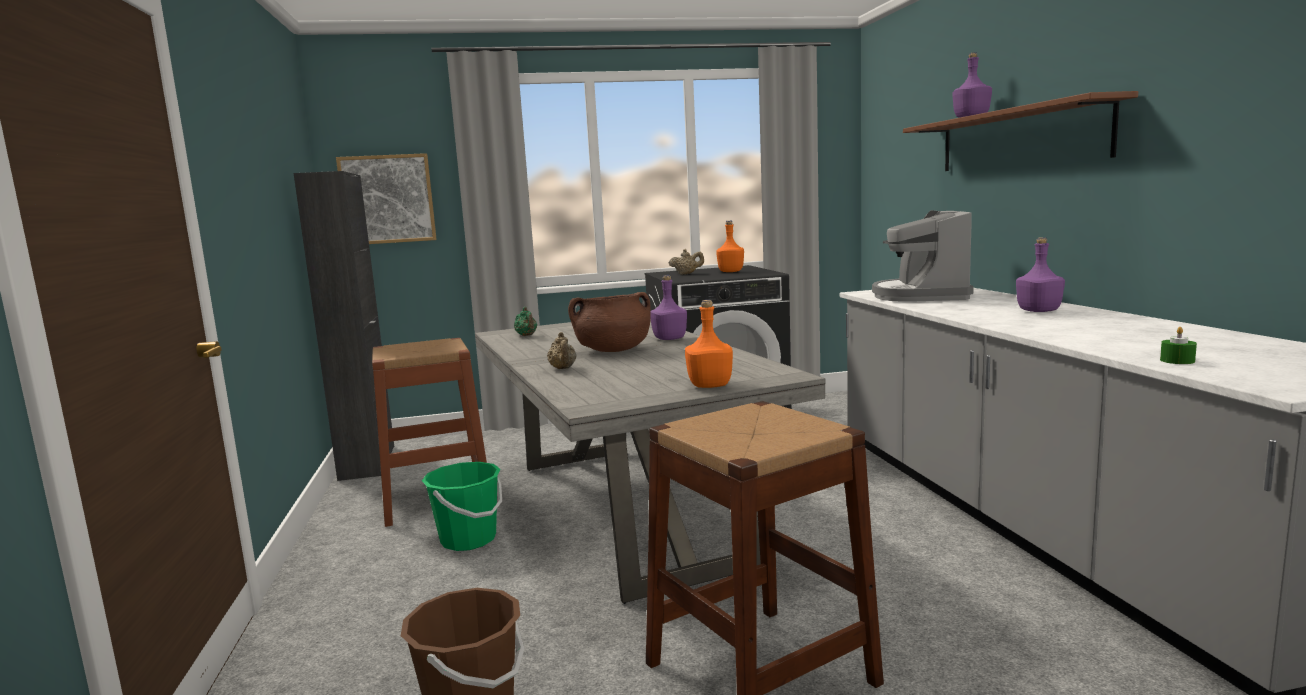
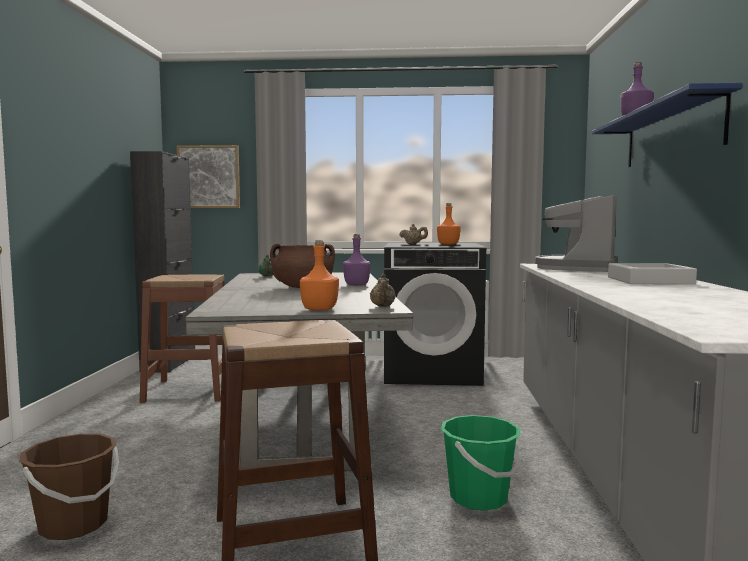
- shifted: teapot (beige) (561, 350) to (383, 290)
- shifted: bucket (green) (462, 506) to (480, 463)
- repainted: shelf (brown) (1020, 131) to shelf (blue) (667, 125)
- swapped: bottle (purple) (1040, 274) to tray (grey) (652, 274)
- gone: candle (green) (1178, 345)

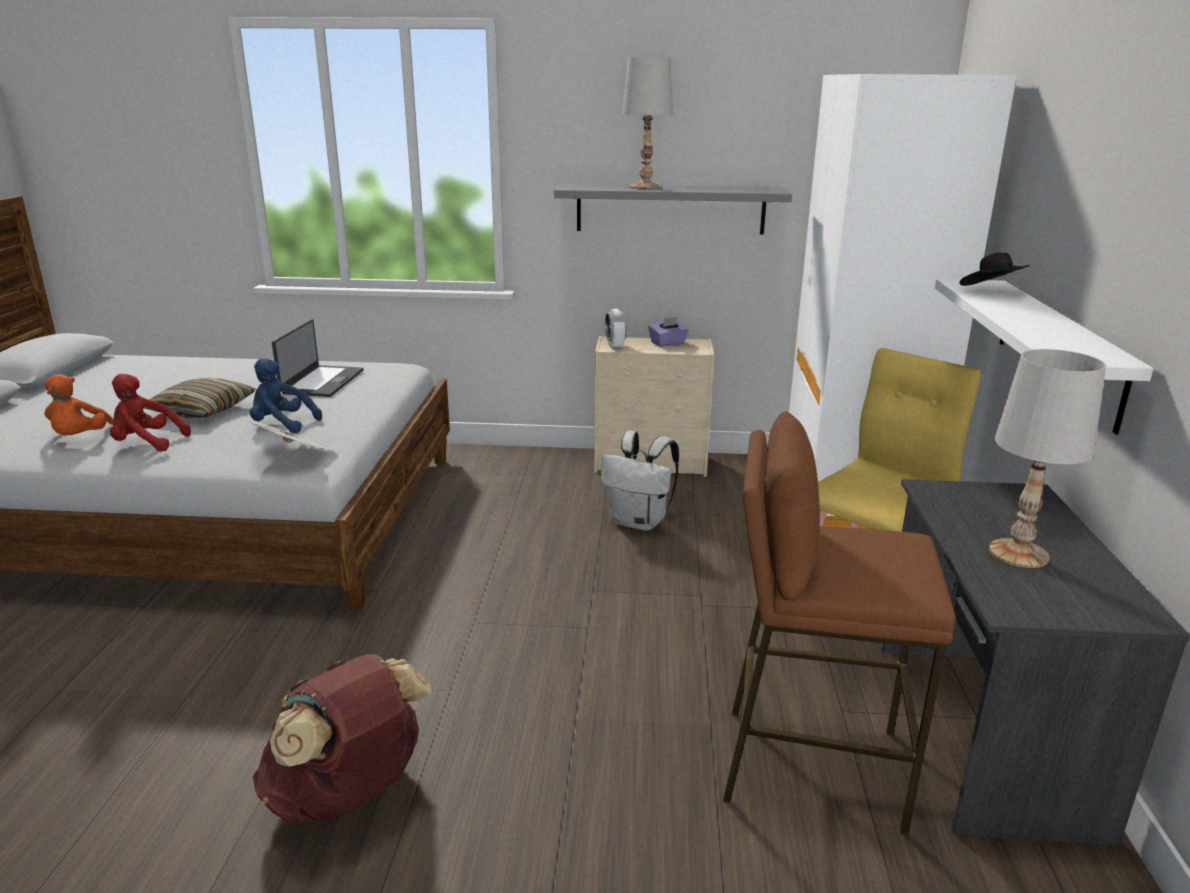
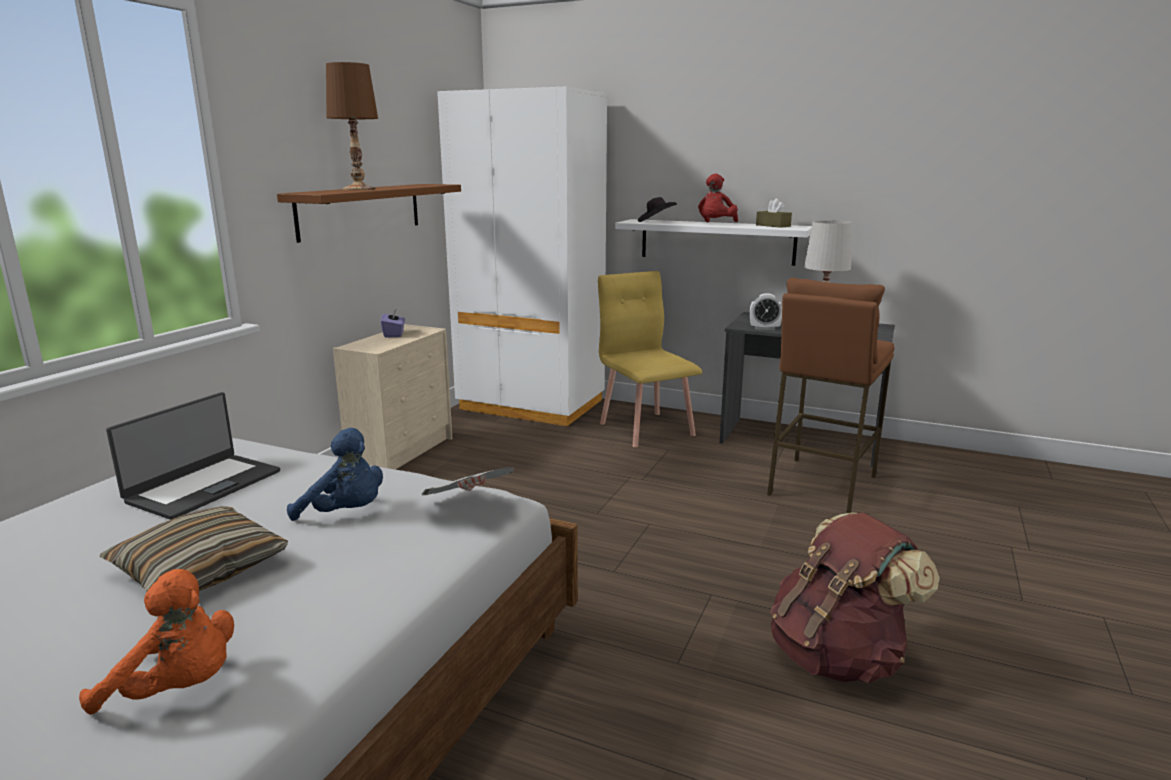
- rotated: laptop (318, 358) = (193, 456) 90 degrees clockwise
- repainted: shelf (grey) (673, 209) to shelf (brown) (369, 213)
- rotated: plush toy (blue) (286, 395) = (335, 474) 105 degrees counterclockwise
- repainted: table lamp (white) (647, 123) to table lamp (brown) (352, 126)
- shifted: plush toy (red) (150, 412) to (718, 197)
- shifted: alarm clock (616, 329) to (766, 311)
- new: tissue box (brown) (774, 213)
- gone: backpack (white) (640, 481)

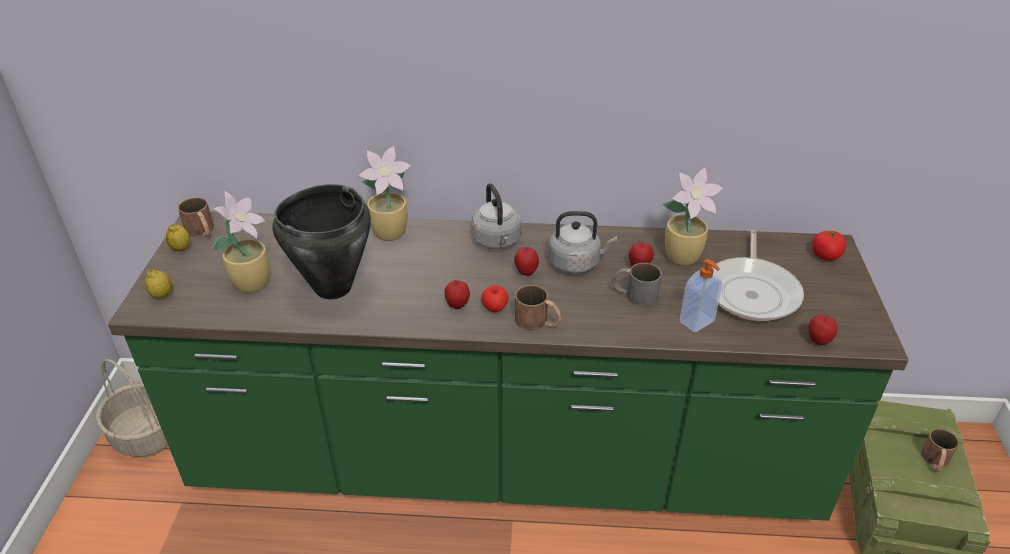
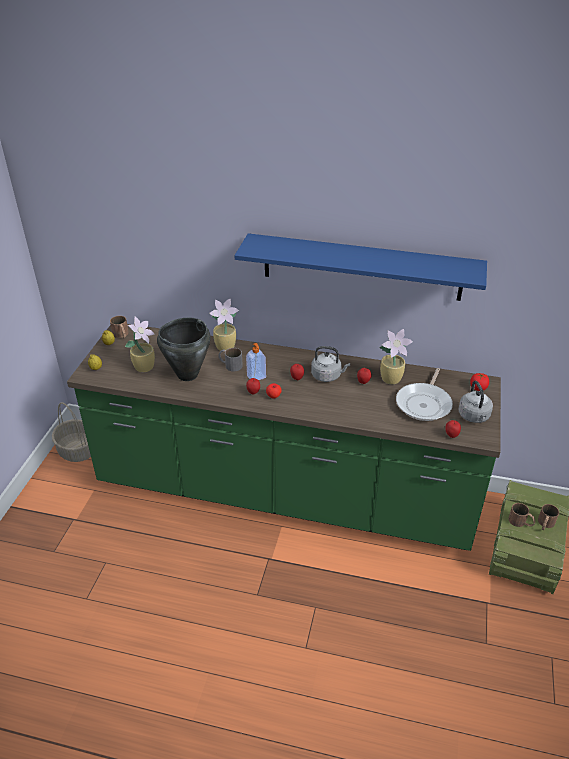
- shifted: mug (grey) (637, 285) to (231, 360)
- new: shelf (blue) (360, 267)
- shifted: soap dispenser (700, 296) to (256, 361)
- shifted: kettle (grey) (496, 216) to (475, 402)
- shifted: mug (brown) (538, 308) to (521, 515)

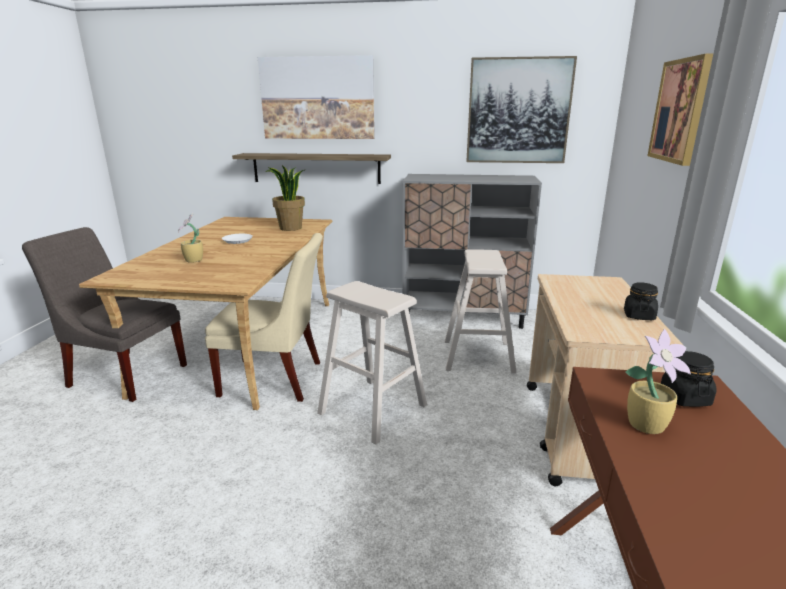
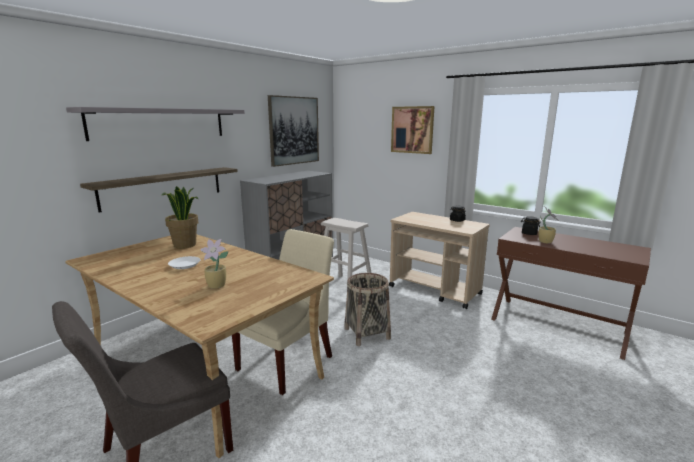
- swapped: picture (316, 97) to shelf (grey) (155, 124)
- swapped: stool (beige) (372, 362) to basket (367, 309)

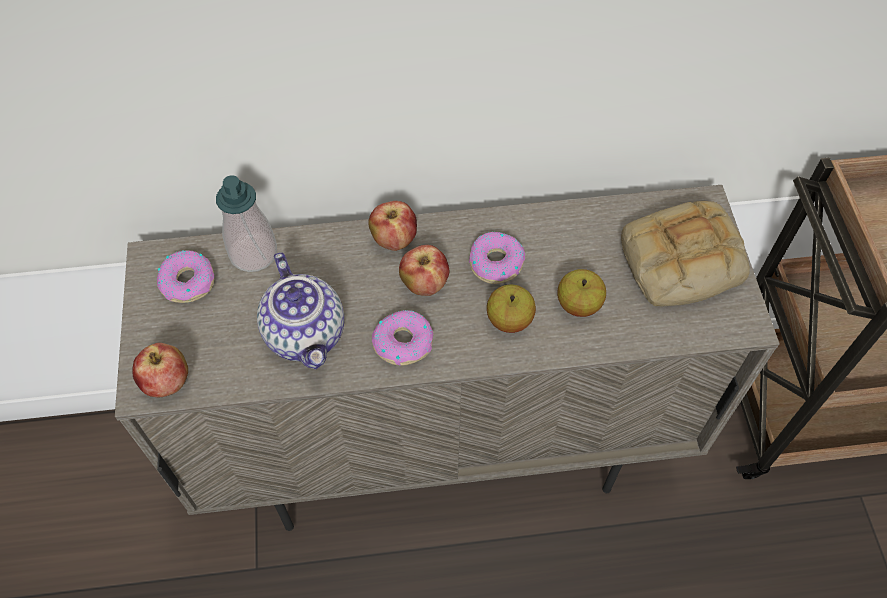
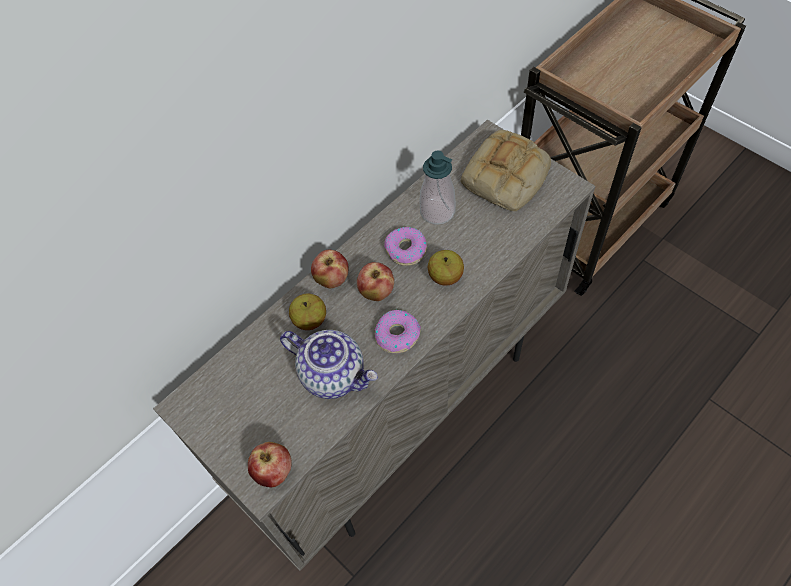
- shifted: apple (581, 293) to (307, 312)
- shifted: soap dispenser (246, 223) to (438, 188)
- gone: donut (185, 276)

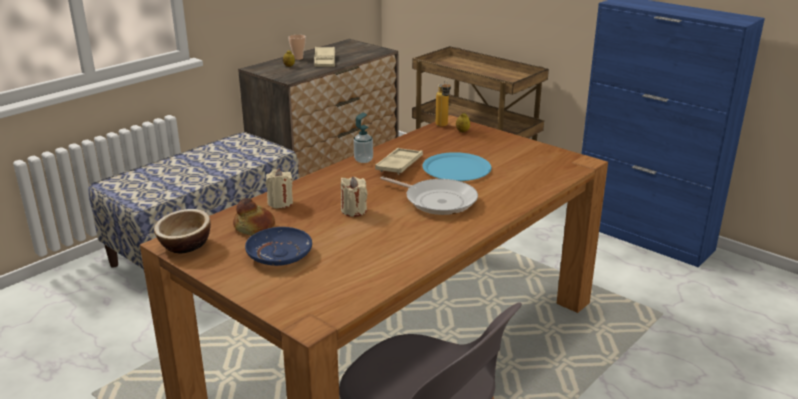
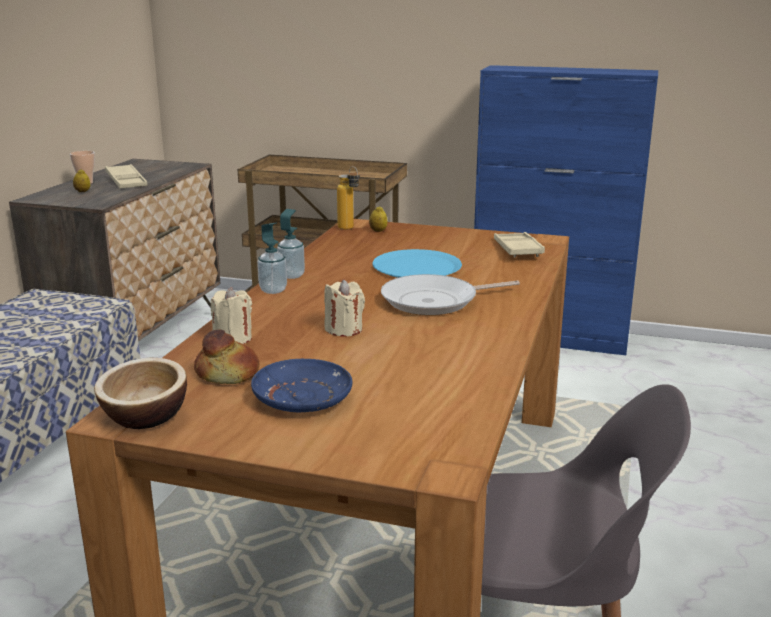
- new: soap dispenser (272, 258)
- rotated: frying pan (429, 195) = (450, 294) 150 degrees clockwise
- shifted: tray (beige) (399, 161) to (519, 245)

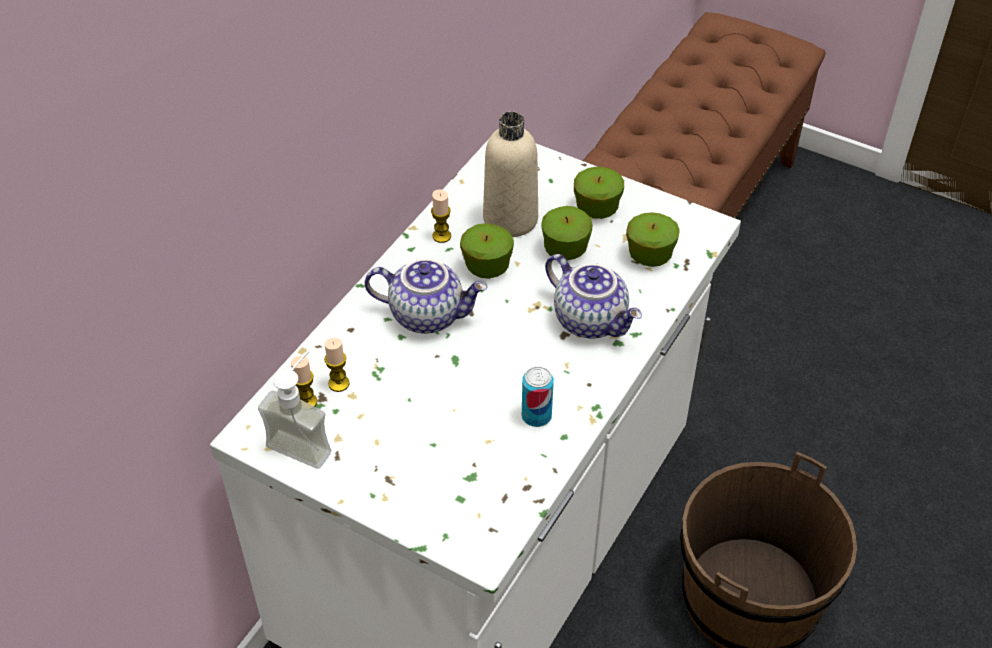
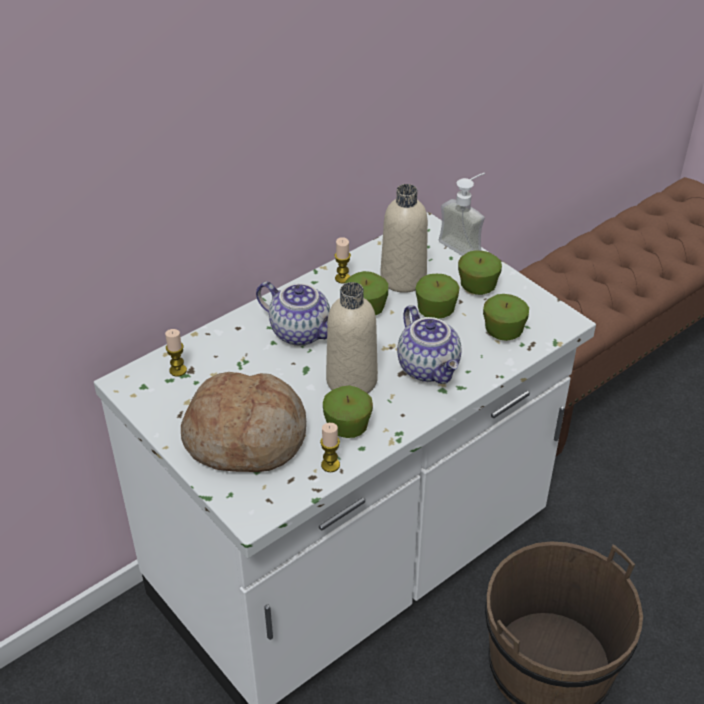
- new: bread (243, 422)
- shifted: candle (337, 365) to (330, 447)
- swapped: can (538, 396) to apple (348, 411)
- new: bottle (beige) (352, 338)
- shifted: soap dispenser (294, 409) to (462, 214)

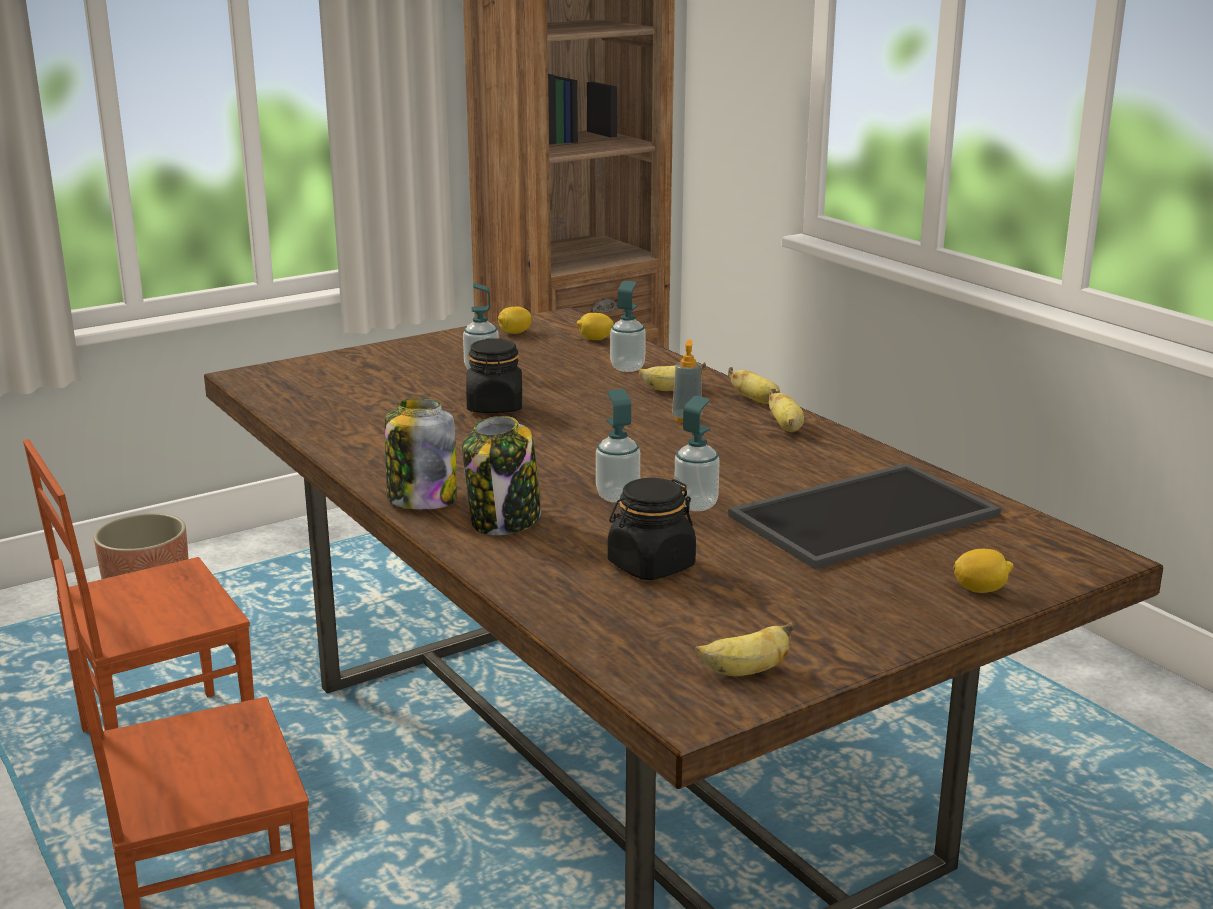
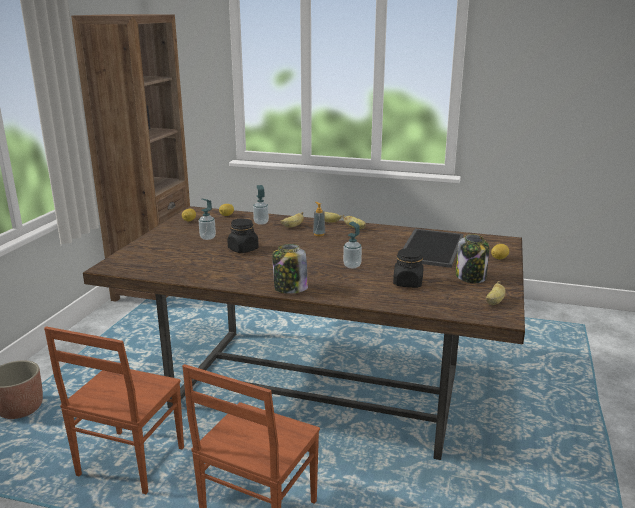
- shifted: jar (502, 475) to (472, 258)
- gone: soap dispenser (697, 453)

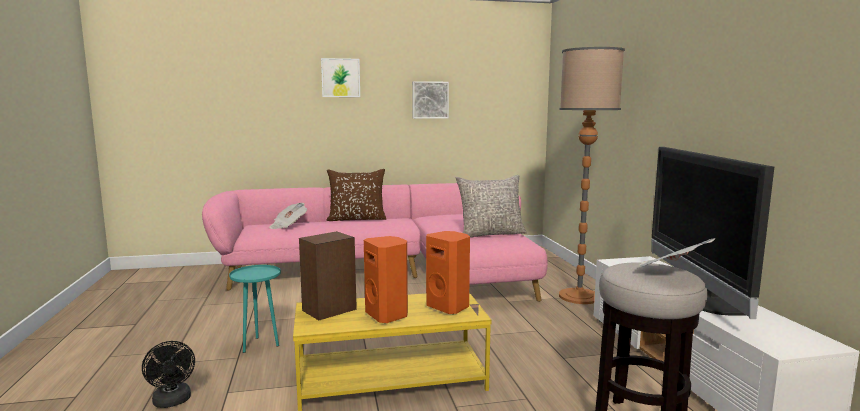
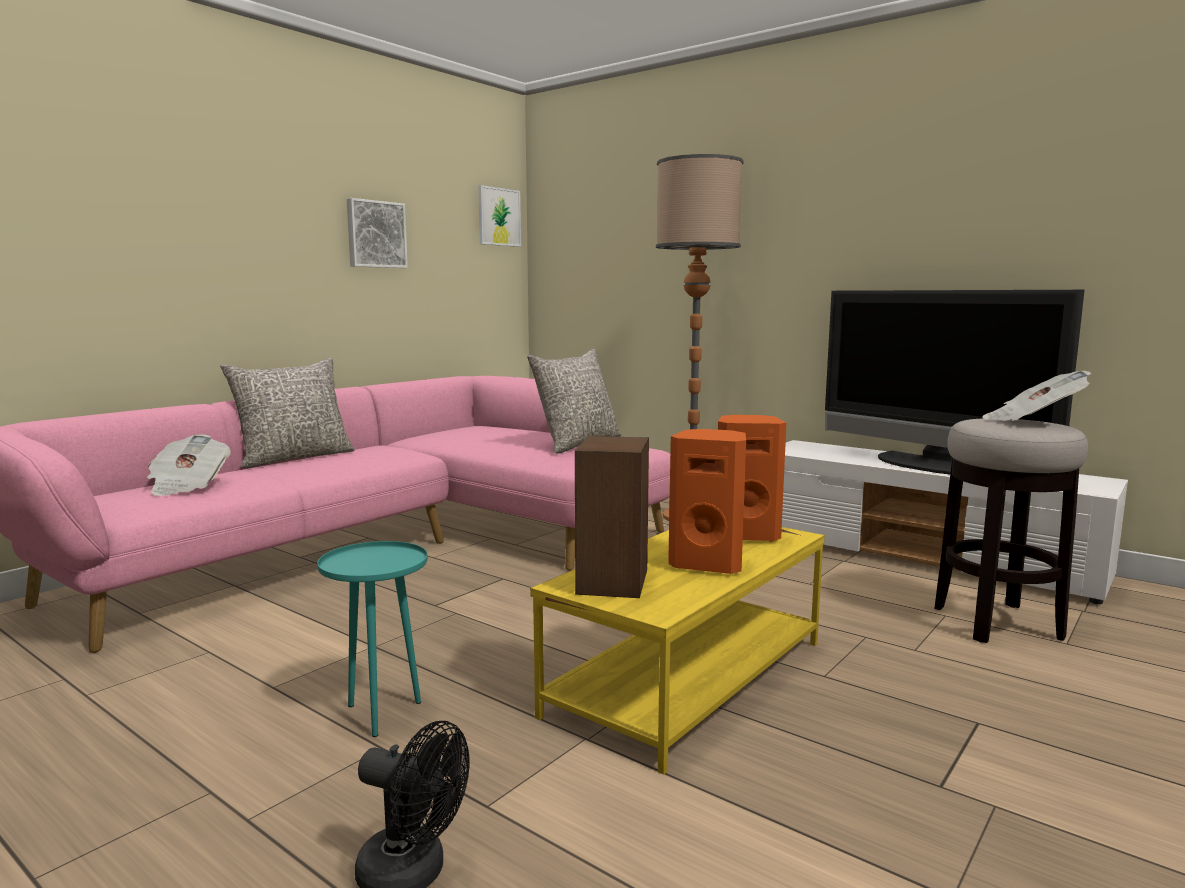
- repainted: pillow (brown) (356, 195) to pillow (grey) (287, 413)
- shifted: picture (340, 77) to (499, 216)

